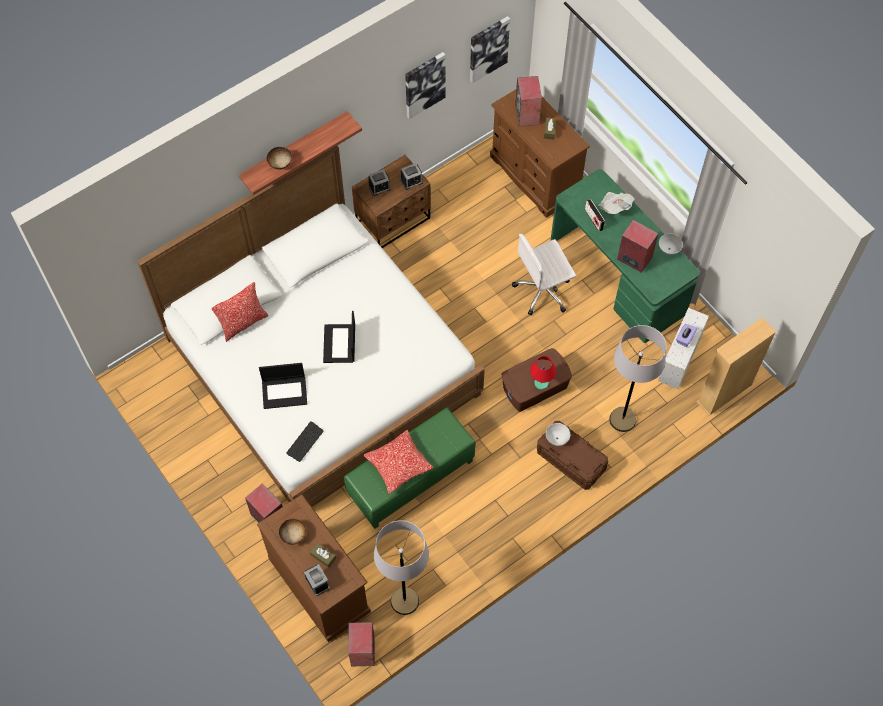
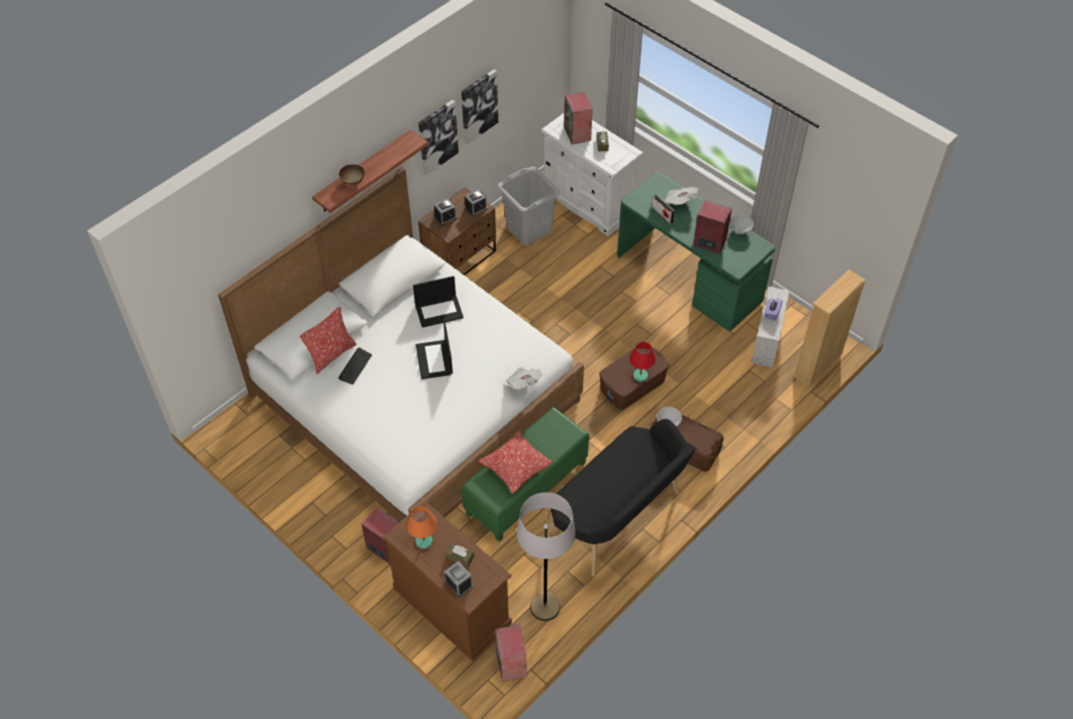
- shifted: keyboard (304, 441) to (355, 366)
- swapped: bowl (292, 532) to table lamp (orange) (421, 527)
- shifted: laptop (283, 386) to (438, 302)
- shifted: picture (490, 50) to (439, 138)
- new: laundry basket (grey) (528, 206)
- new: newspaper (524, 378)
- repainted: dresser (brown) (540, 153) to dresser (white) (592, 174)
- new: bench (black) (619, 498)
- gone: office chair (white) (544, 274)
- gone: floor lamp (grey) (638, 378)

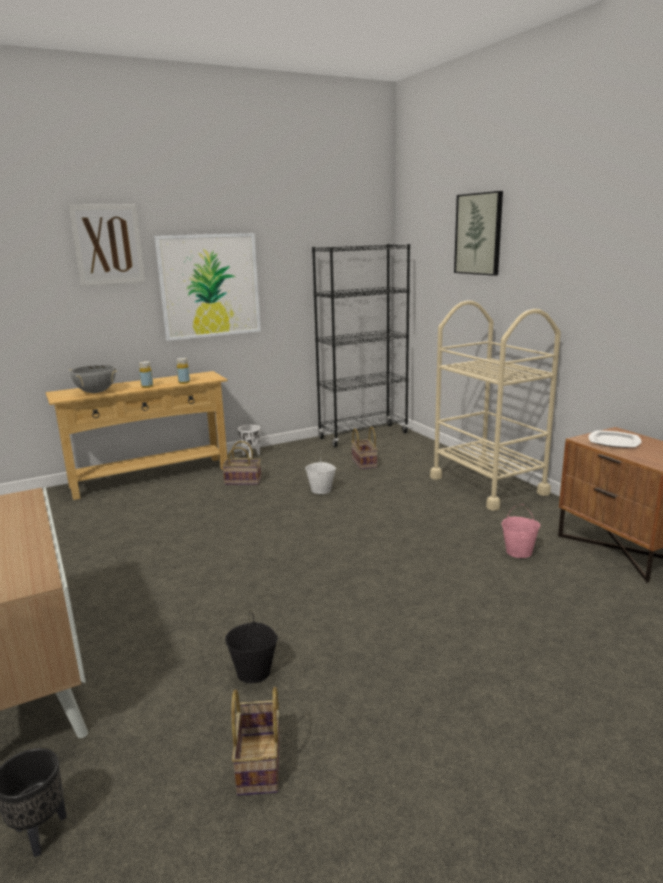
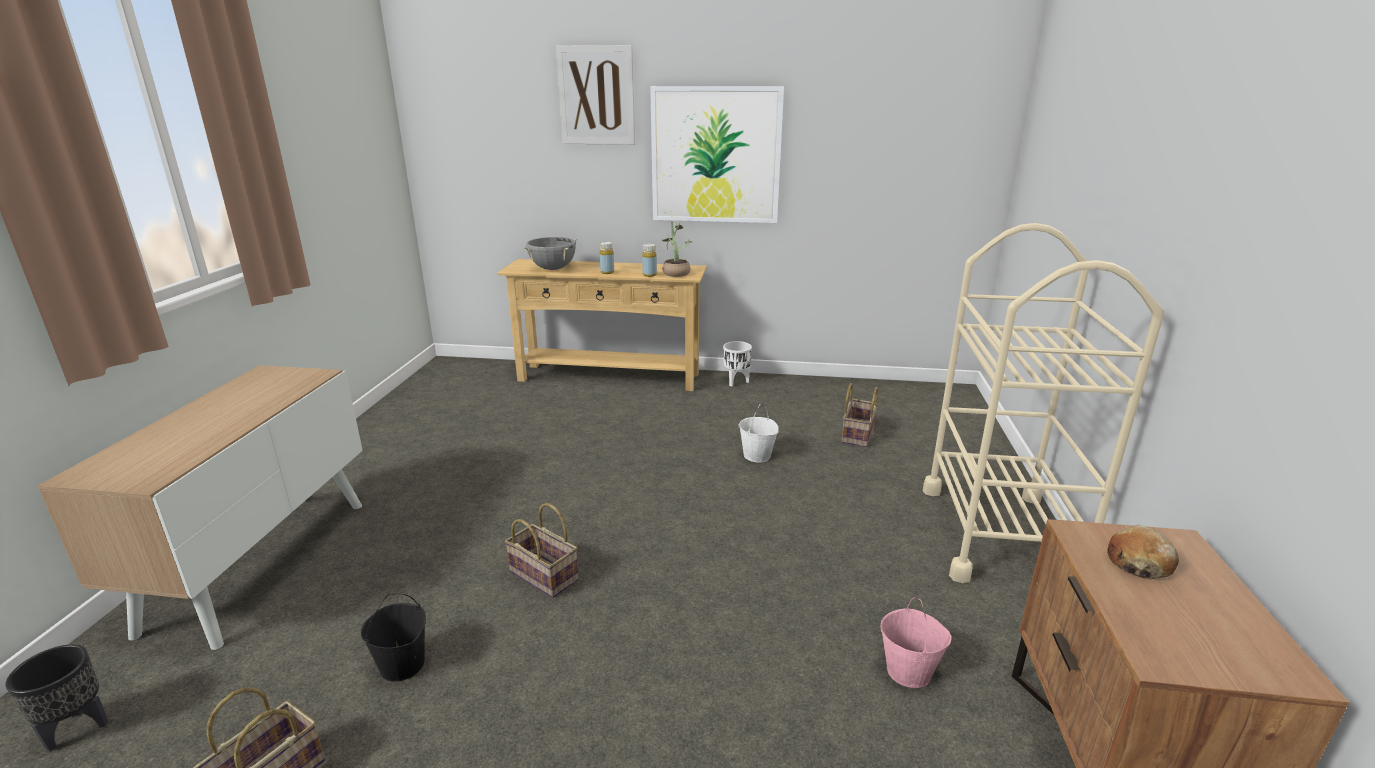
- shifted: basket (241, 463) to (542, 550)
- new: potted plant (676, 249)
- swapped: plate (615, 439) to bread (1143, 552)
- gone: bookcase (black) (361, 345)
- gone: picture (478, 233)

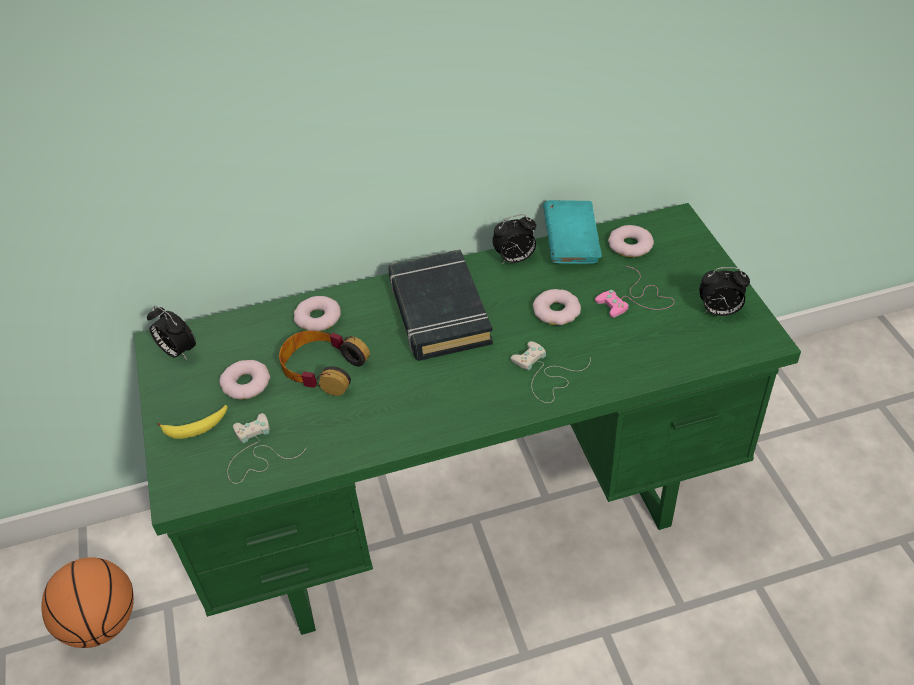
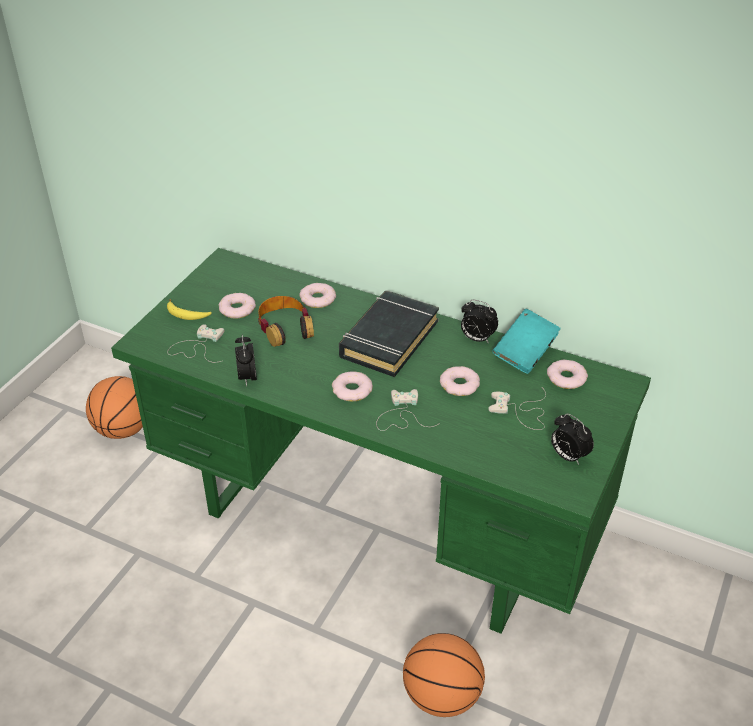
- shifted: alarm clock (171, 332) to (246, 360)
- new: donut (352, 386)
- new: basketball (444, 675)
- repainted: game controller (pink) (634, 292) to game controller (white) (517, 410)

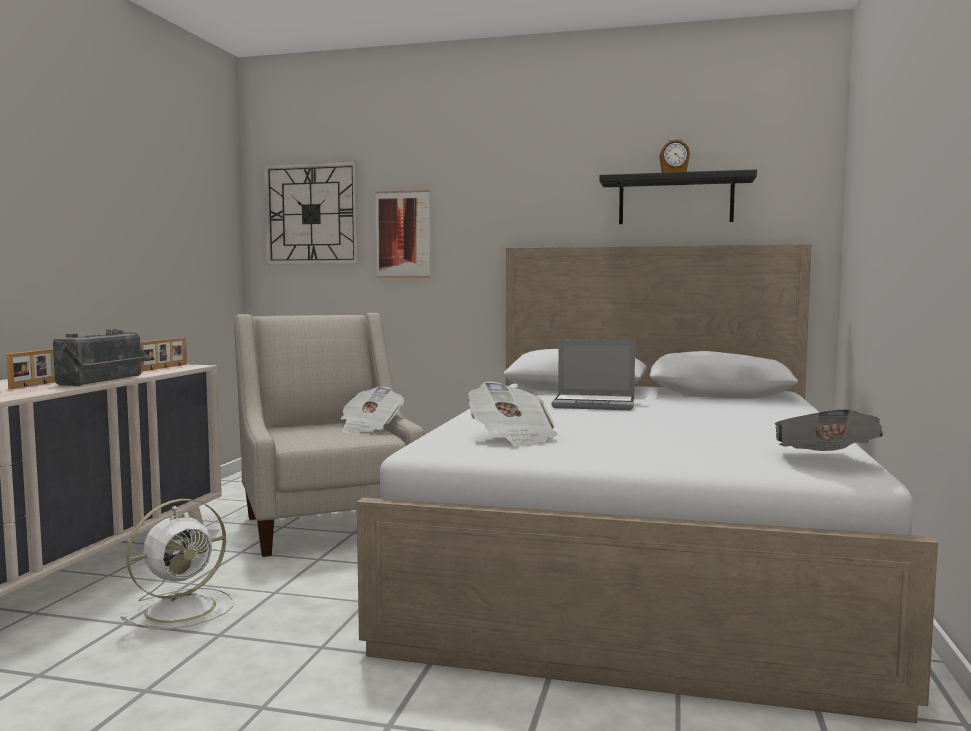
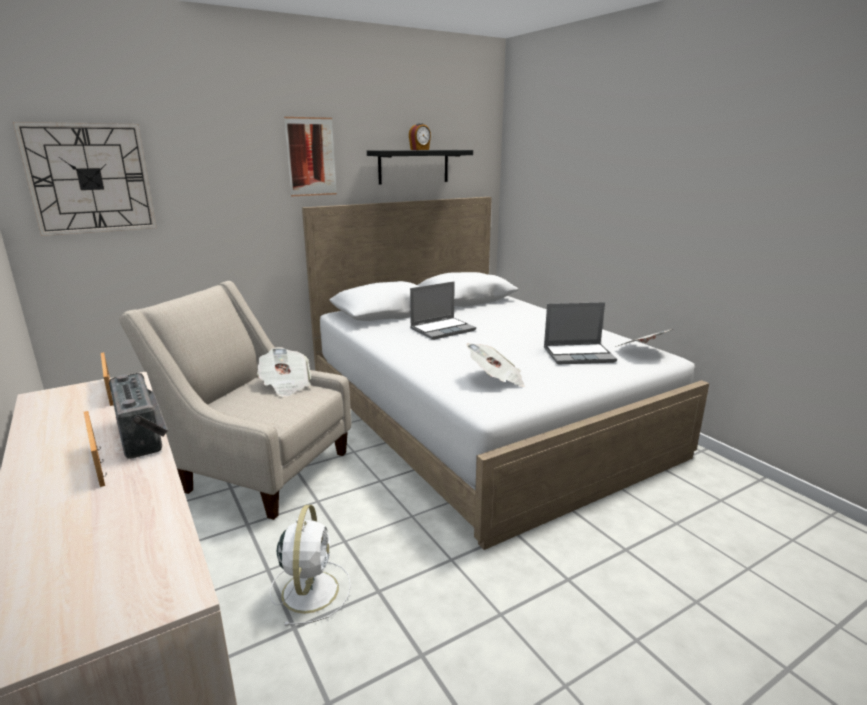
- shifted: picture (403, 234) to (310, 156)
- new: laptop (580, 333)

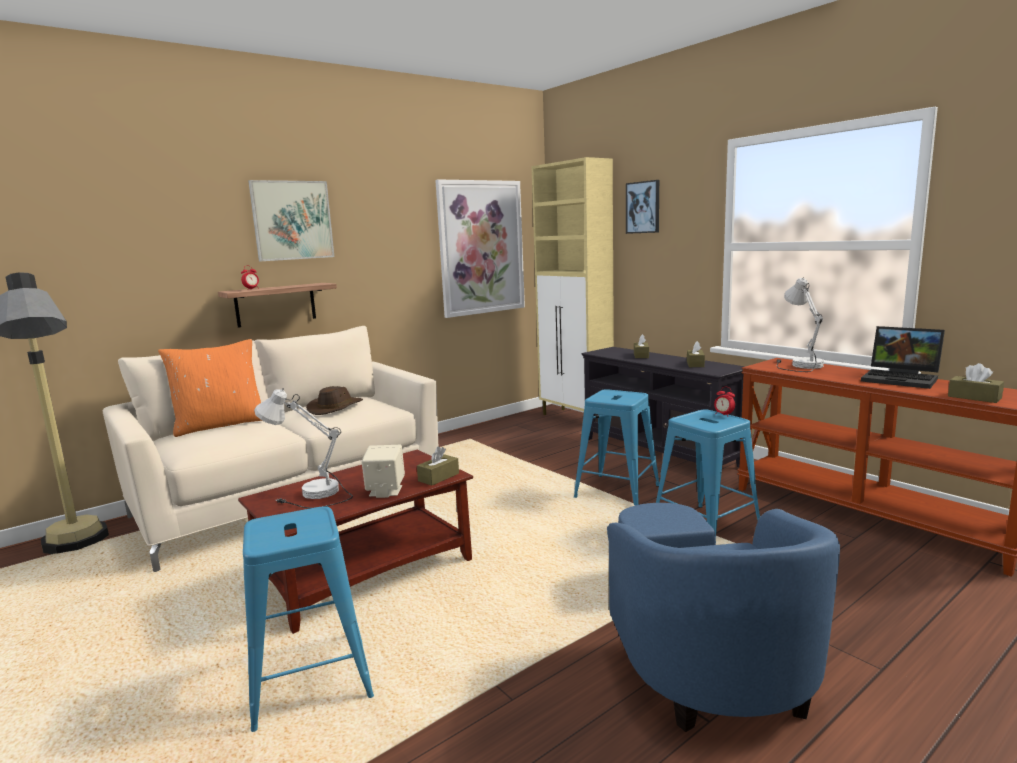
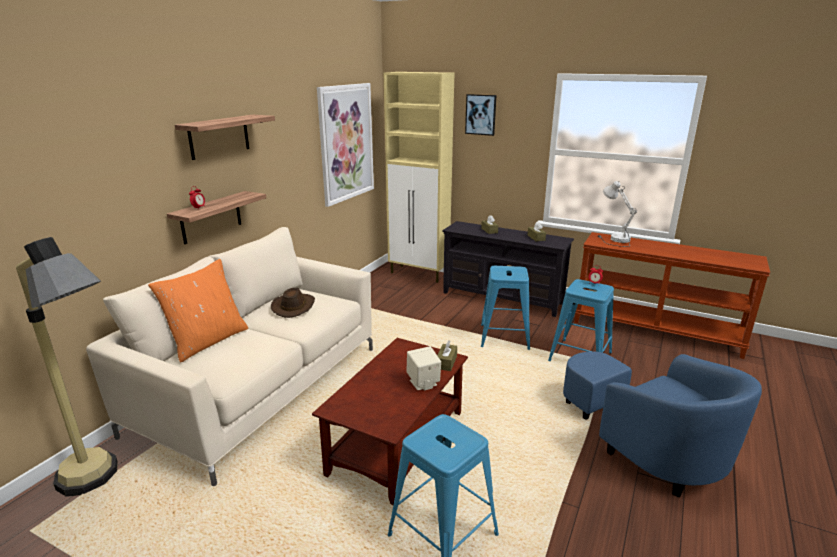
- swapped: picture (291, 220) to shelf (225, 137)
- gone: table lamp (white) (303, 448)
- gone: laptop (903, 357)
- gone: tissue box (brown) (976, 383)

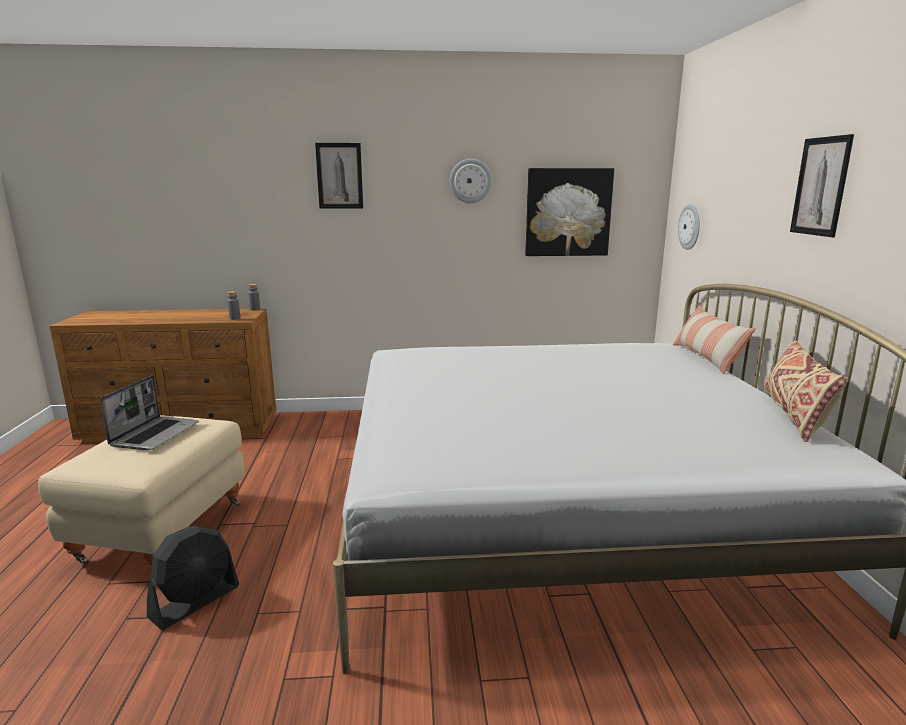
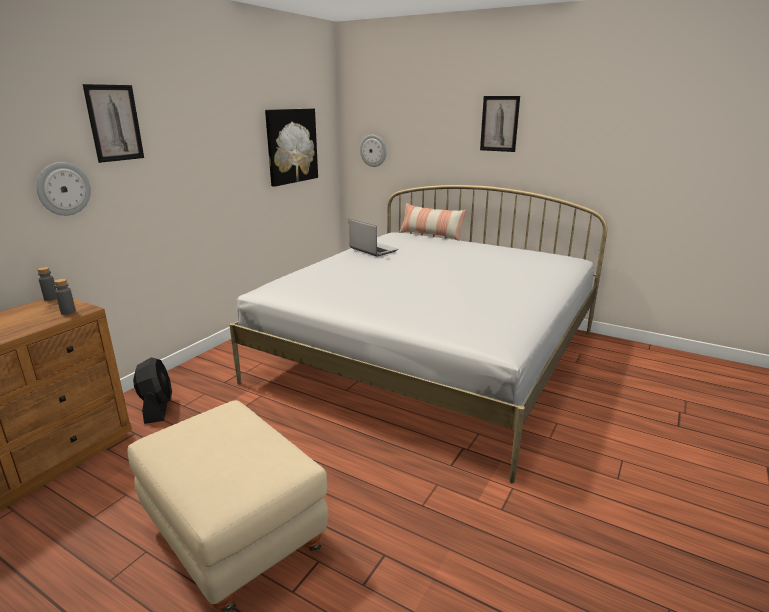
- shifted: wall clock (471, 181) to (63, 189)
- shifted: fan (black) (193, 578) to (152, 390)
- shifted: laptop (149, 413) to (373, 237)
- gone: pillow (beige) (805, 391)

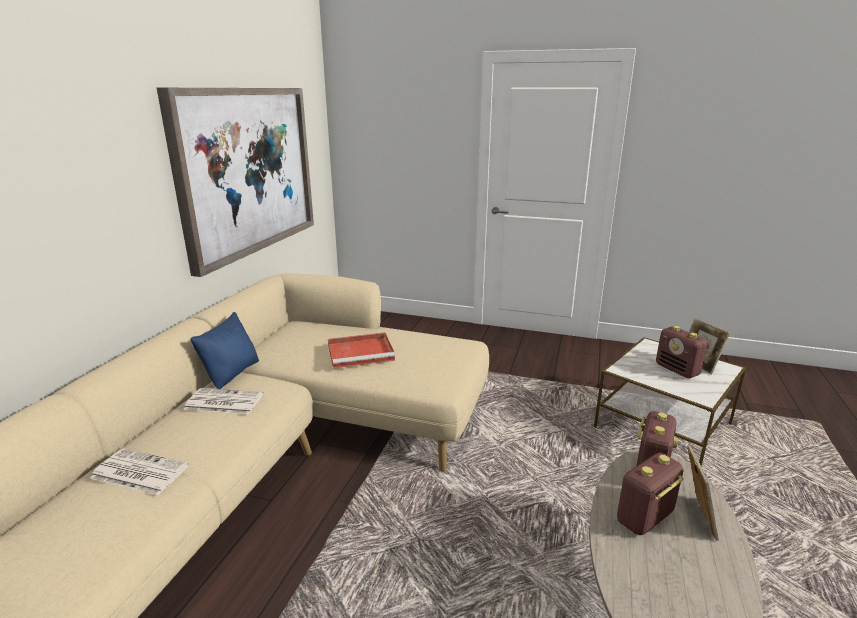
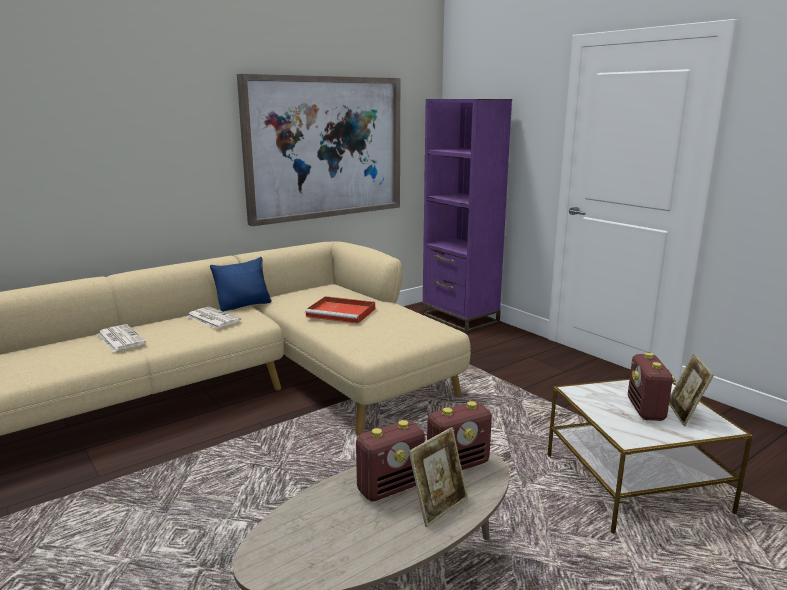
- rotated: radio (650, 494) = (390, 460) 150 degrees clockwise
- new: bookcase (purple) (467, 216)

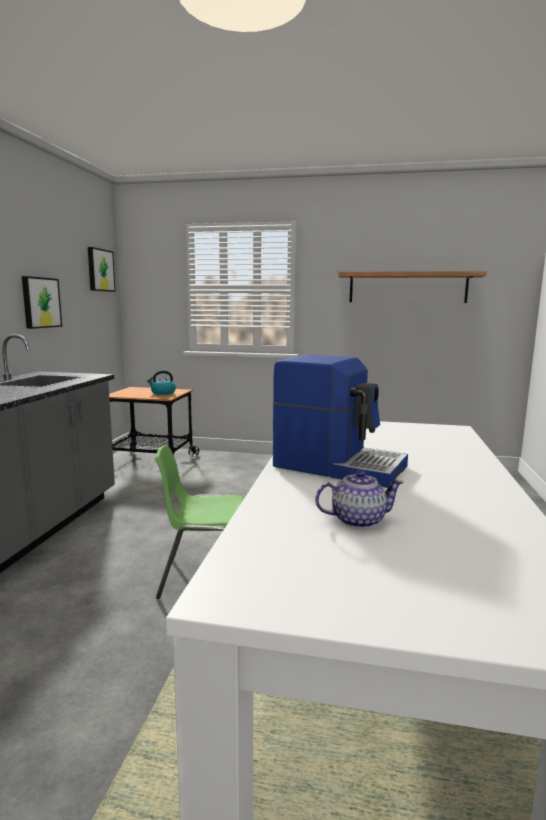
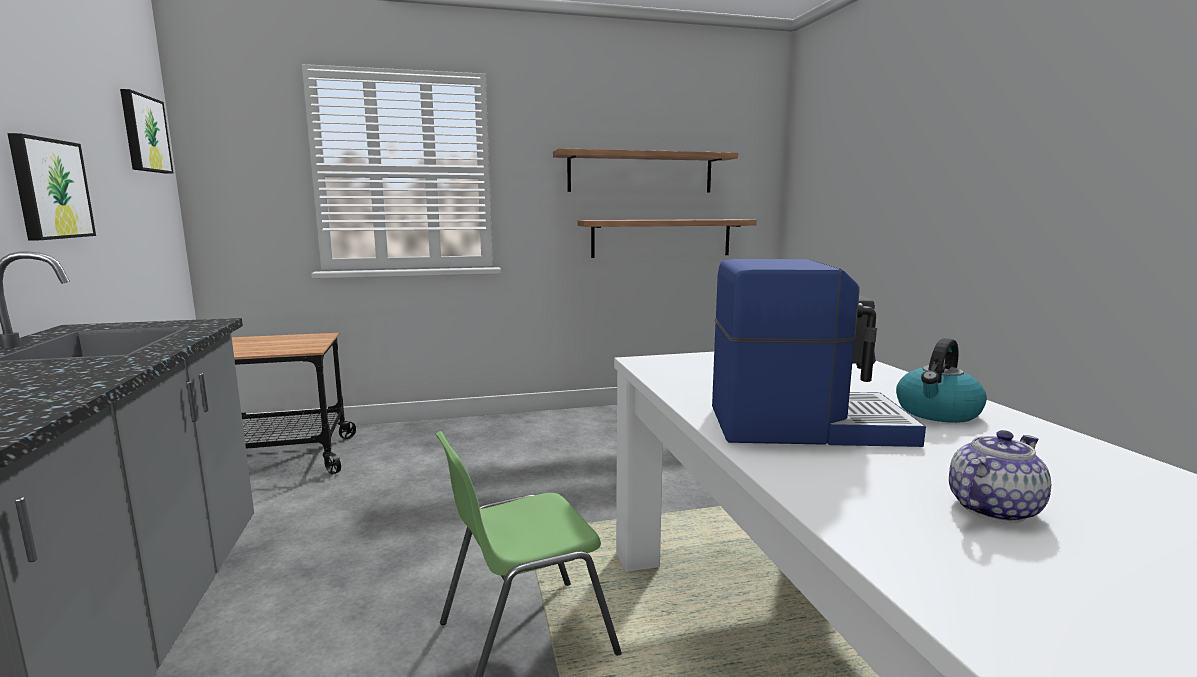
- new: shelf (667, 238)
- shifted: kettle (161, 382) to (941, 380)

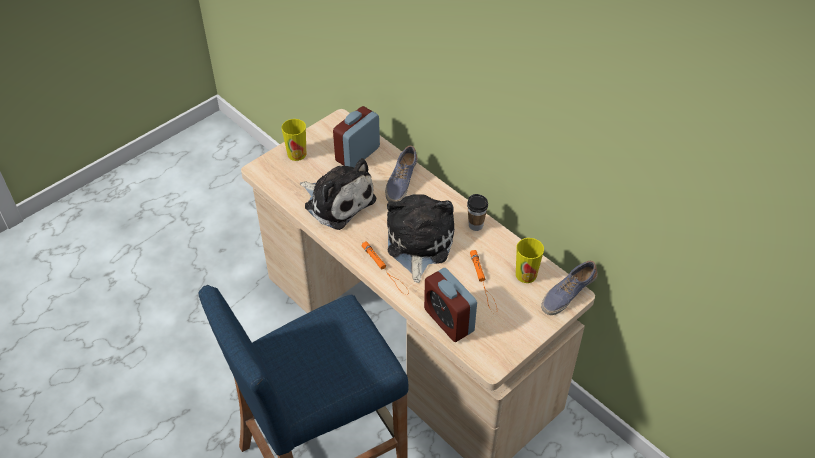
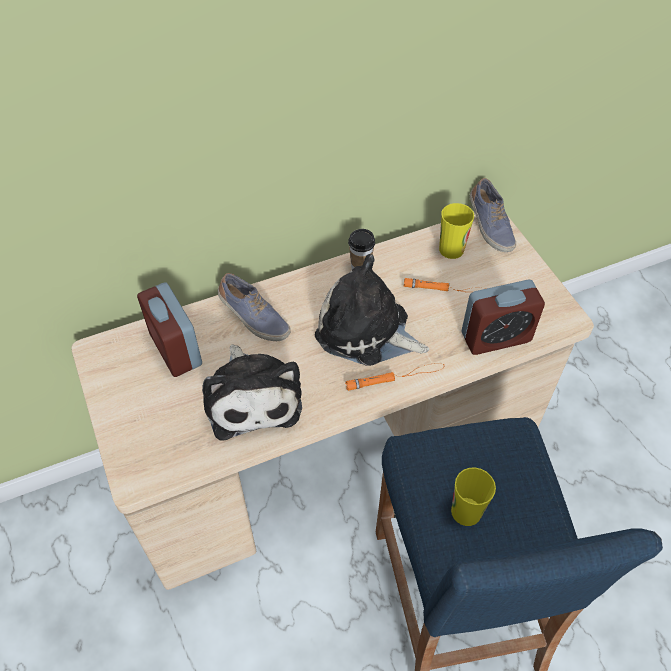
- rotated: plush toy (338, 194) = (252, 393) 105 degrees clockwise
- shifted: cup (294, 140) to (473, 496)

